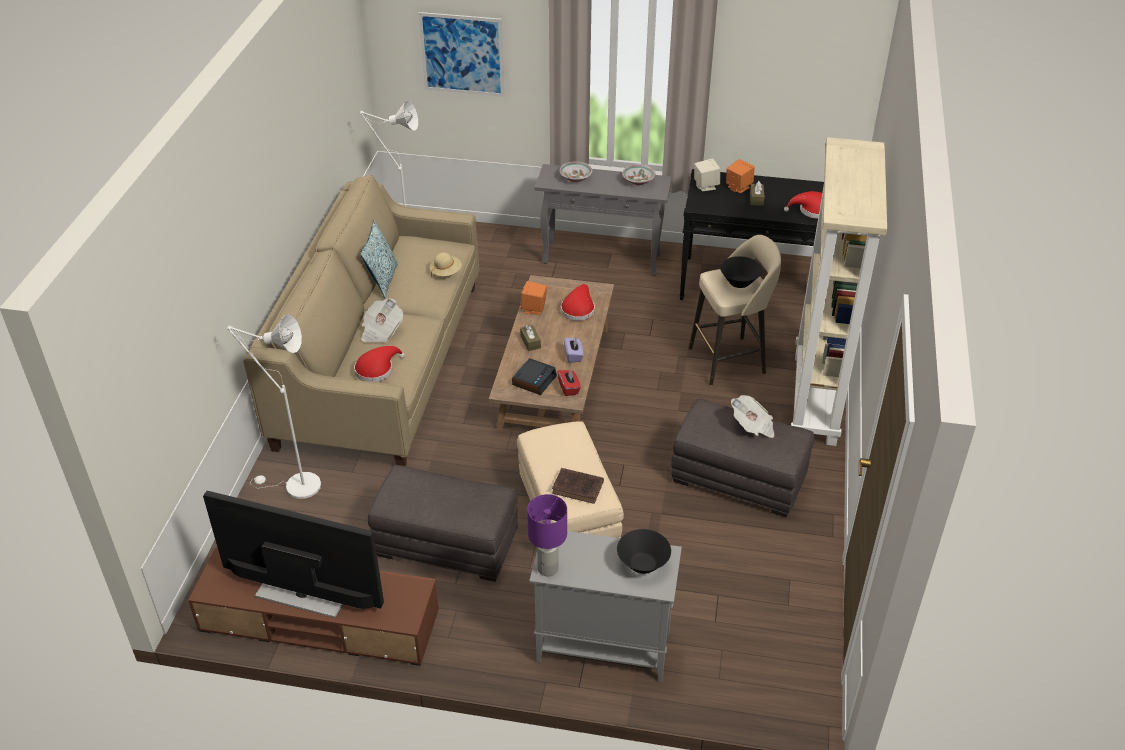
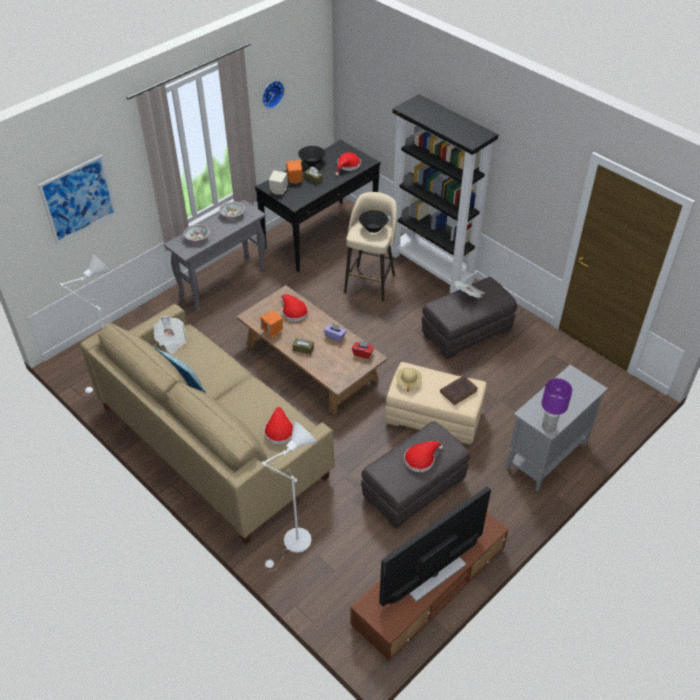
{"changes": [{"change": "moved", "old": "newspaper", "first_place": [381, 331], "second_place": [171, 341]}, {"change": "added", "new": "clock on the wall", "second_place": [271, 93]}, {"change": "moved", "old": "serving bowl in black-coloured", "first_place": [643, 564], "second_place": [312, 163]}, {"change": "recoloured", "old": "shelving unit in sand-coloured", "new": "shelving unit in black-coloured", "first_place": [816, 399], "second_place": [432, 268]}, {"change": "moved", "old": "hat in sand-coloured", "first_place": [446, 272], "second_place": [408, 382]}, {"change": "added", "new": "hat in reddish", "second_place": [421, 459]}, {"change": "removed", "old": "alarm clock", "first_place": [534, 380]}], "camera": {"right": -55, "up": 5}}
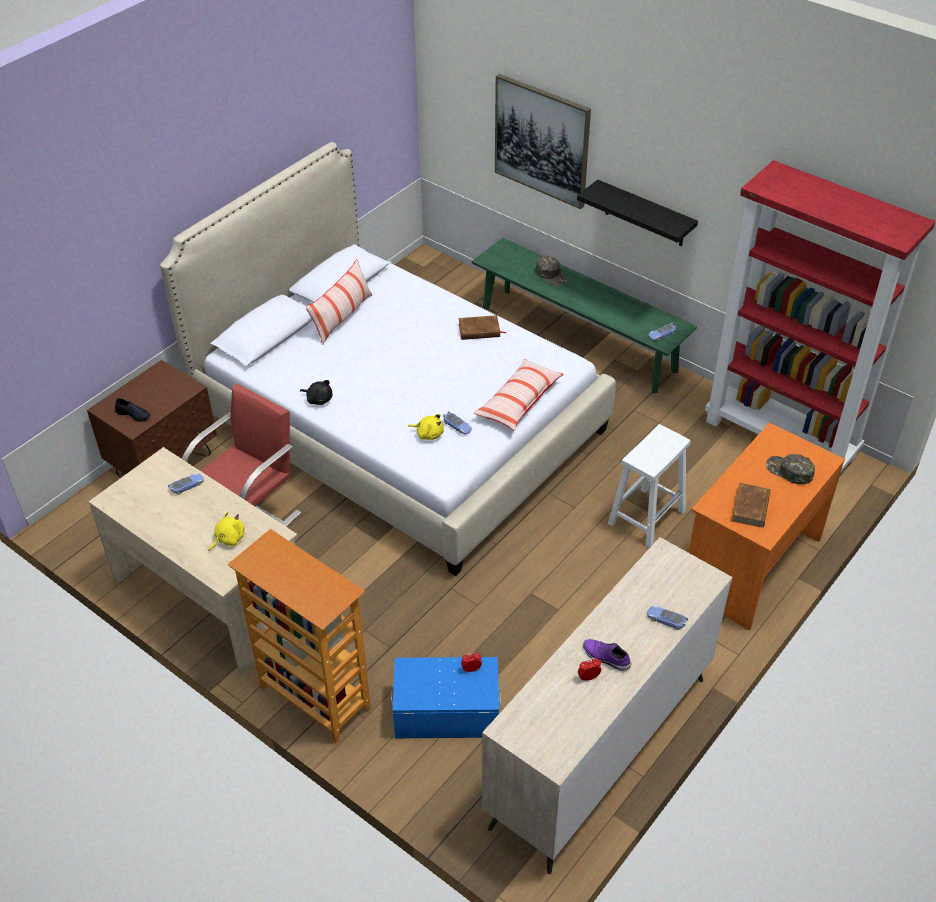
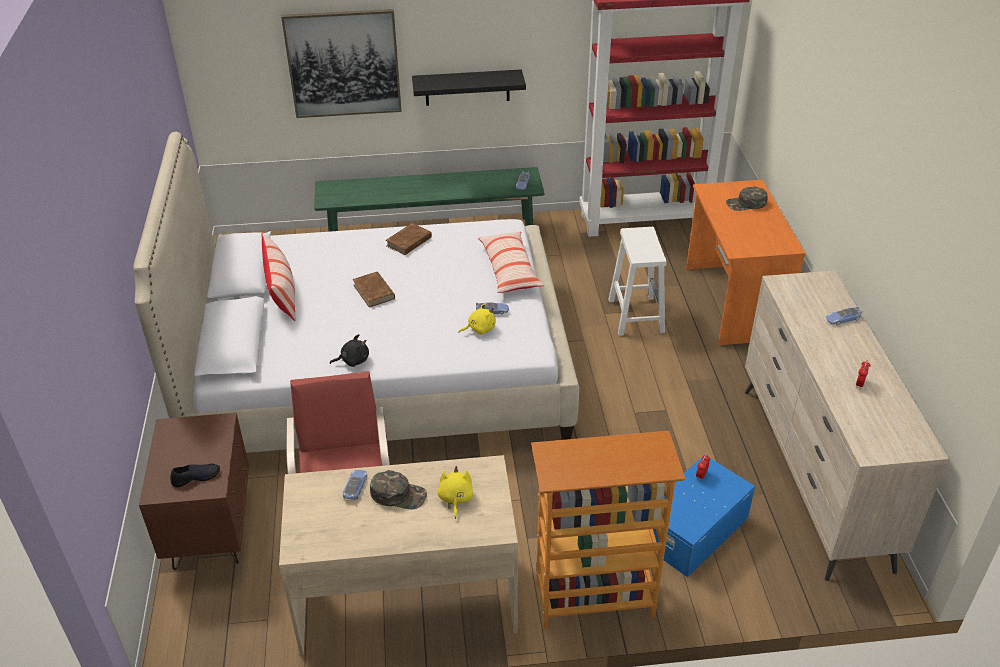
{"changes": [{"change": "moved", "old": "bound book in brown-coloured", "first_place": [751, 507], "second_place": [374, 291]}, {"change": "moved", "old": "cap in greenish", "first_place": [551, 275], "second_place": [398, 494]}, {"change": "removed", "old": "shoe in purple", "first_place": [605, 658]}], "camera": {"right": -45, "up": -5}}
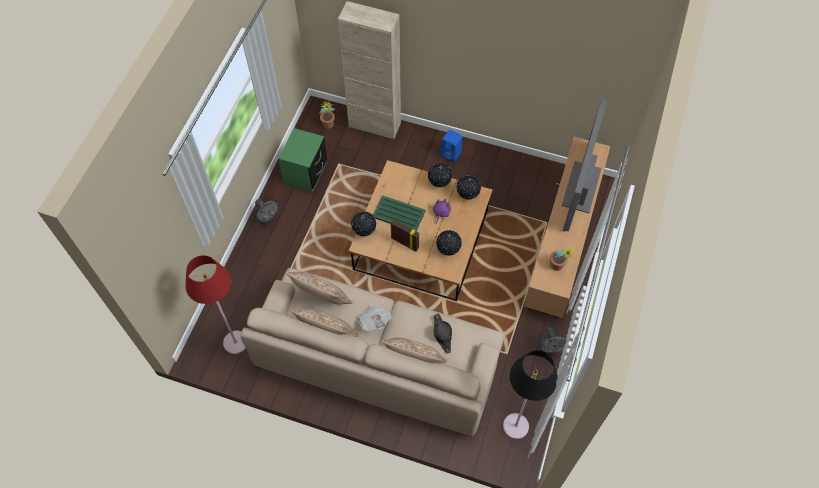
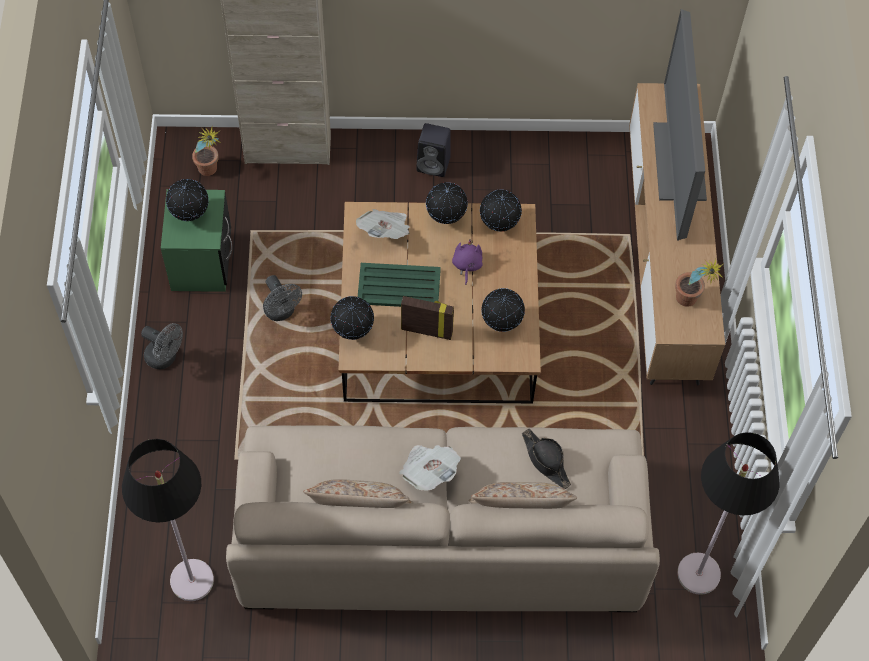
{"changes": [{"change": "recoloured", "old": "floor lamp in reddish", "new": "floor lamp in black-coloured", "first_place": [235, 342], "second_place": [191, 580]}, {"change": "added", "new": "desk globe", "second_place": [190, 215]}, {"change": "moved", "old": "electric fan in gray", "first_place": [549, 348], "second_place": [281, 312]}, {"change": "added", "new": "newspaper", "second_place": [385, 231]}, {"change": "recoloured", "old": "audio speaker in bluish", "new": "audio speaker in black-coloured", "first_place": [451, 154], "second_place": [434, 164]}, {"change": "removed", "old": "throw pillow in sand-coloured", "first_place": [322, 299]}], "camera": {"right": -20, "up": 0}}
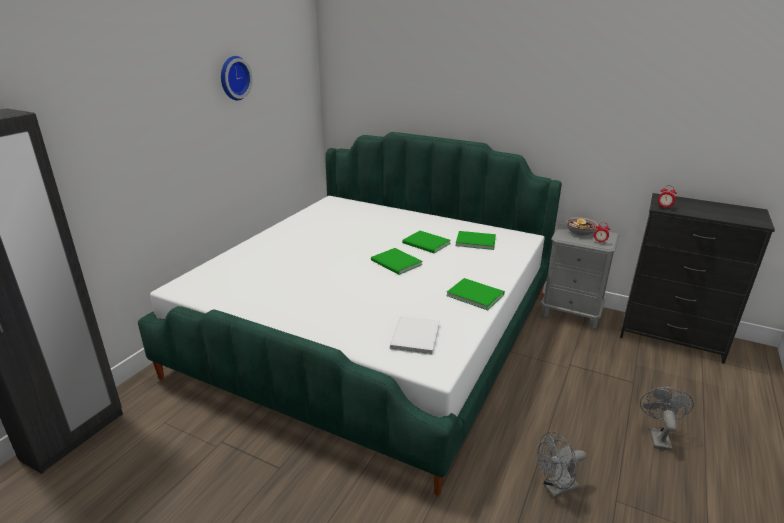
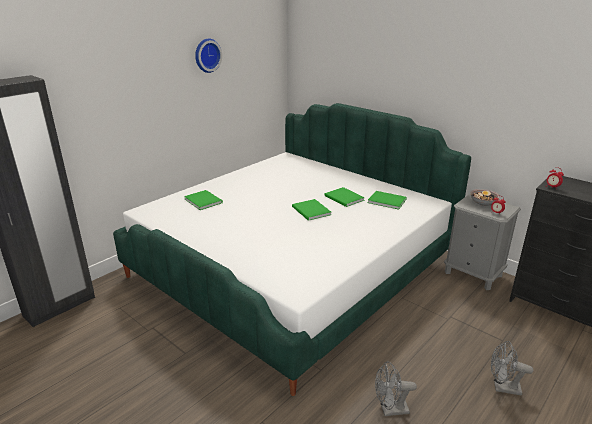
{"changes": [{"change": "moved", "old": "bound book in greenish", "first_place": [474, 294], "second_place": [203, 200]}, {"change": "turned", "old": "electric fan in gray", "first_place": [658, 436], "second_place": [502, 388], "degrees": -105}, {"change": "removed", "old": "bound book in whitish", "first_place": [413, 337]}], "camera": {"right": 15, "up": 0}}
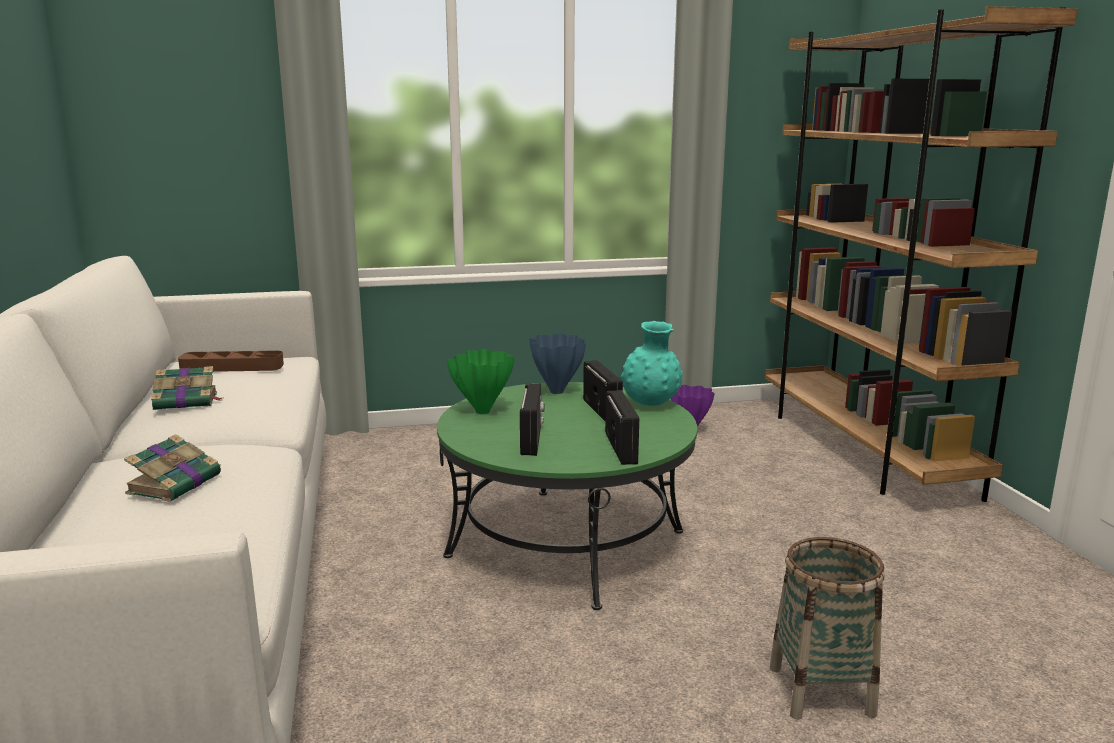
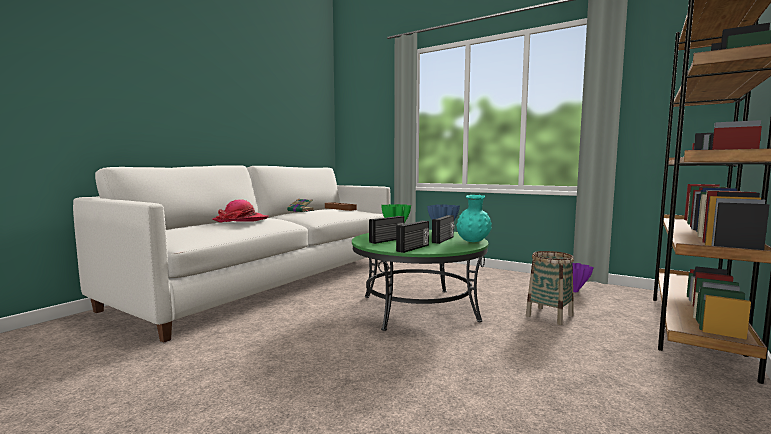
{"changes": [{"change": "replaced", "old": "bound book", "new": "hat", "first_place": [176, 483], "second_place": [241, 220]}, {"change": "moved", "old": "basket", "first_place": [821, 690], "second_place": [549, 315]}], "camera": {"right": 45, "up": -10}}
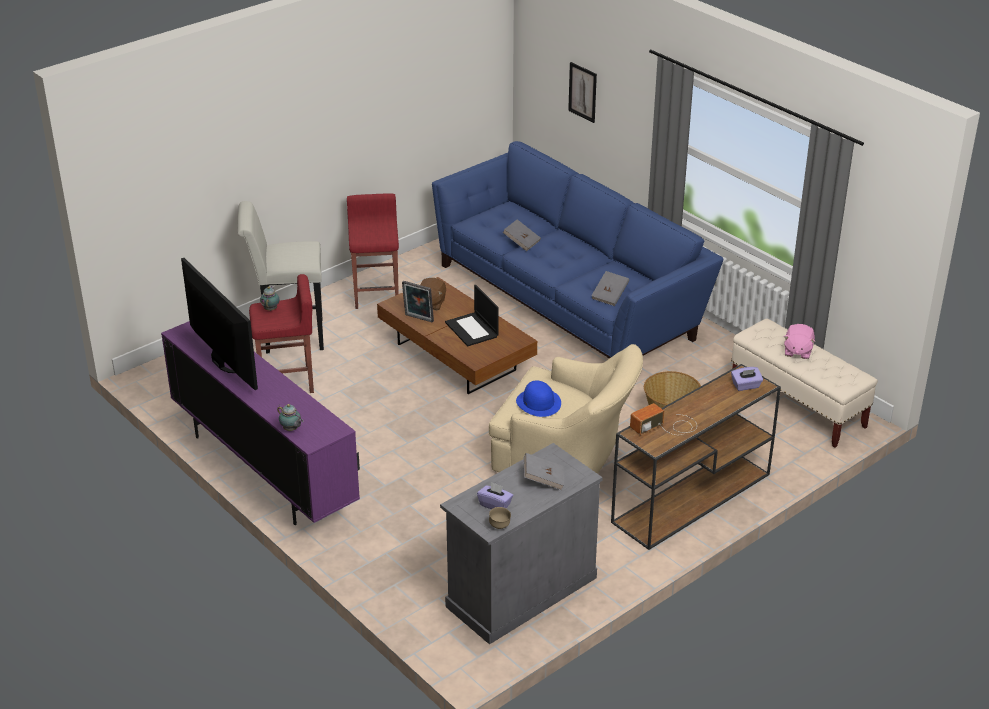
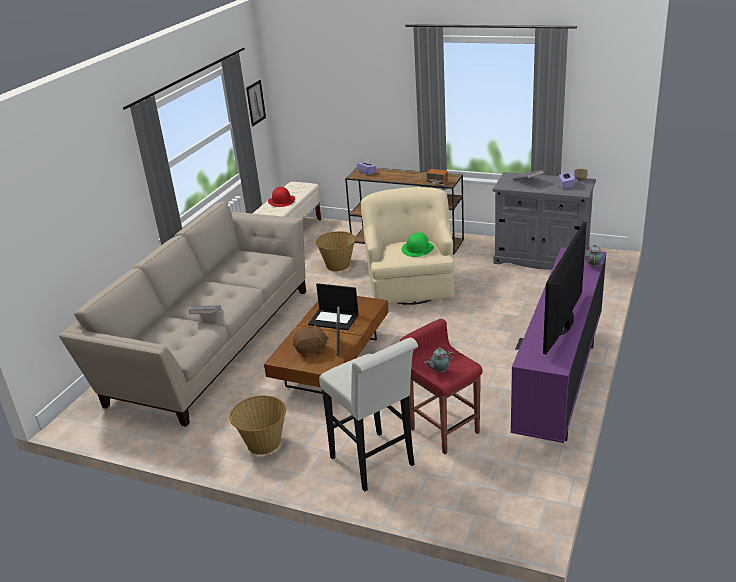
{"changes": [{"change": "recoloured", "old": "settee in bluish", "new": "settee in sand-coloured", "first_place": [570, 299], "second_place": [209, 342]}, {"change": "replaced", "old": "sitting stool in reddish", "new": "basket", "first_place": [376, 294], "second_place": [263, 443]}, {"change": "moved", "old": "wall art", "first_place": [582, 92], "second_place": [255, 103]}, {"change": "replaced", "old": "plush toy in pinkish", "new": "hat in reddish", "first_place": [797, 351], "second_place": [281, 201]}, {"change": "turned", "old": "laptop", "first_place": [472, 330], "second_place": [334, 319], "degrees": 75}, {"change": "recoloured", "old": "hat in bluish", "new": "hat in greenish", "first_place": [538, 403], "second_place": [417, 249]}, {"change": "removed", "old": "bound book in gray", "first_place": [610, 296]}], "camera": {"right": -115, "up": -5}}
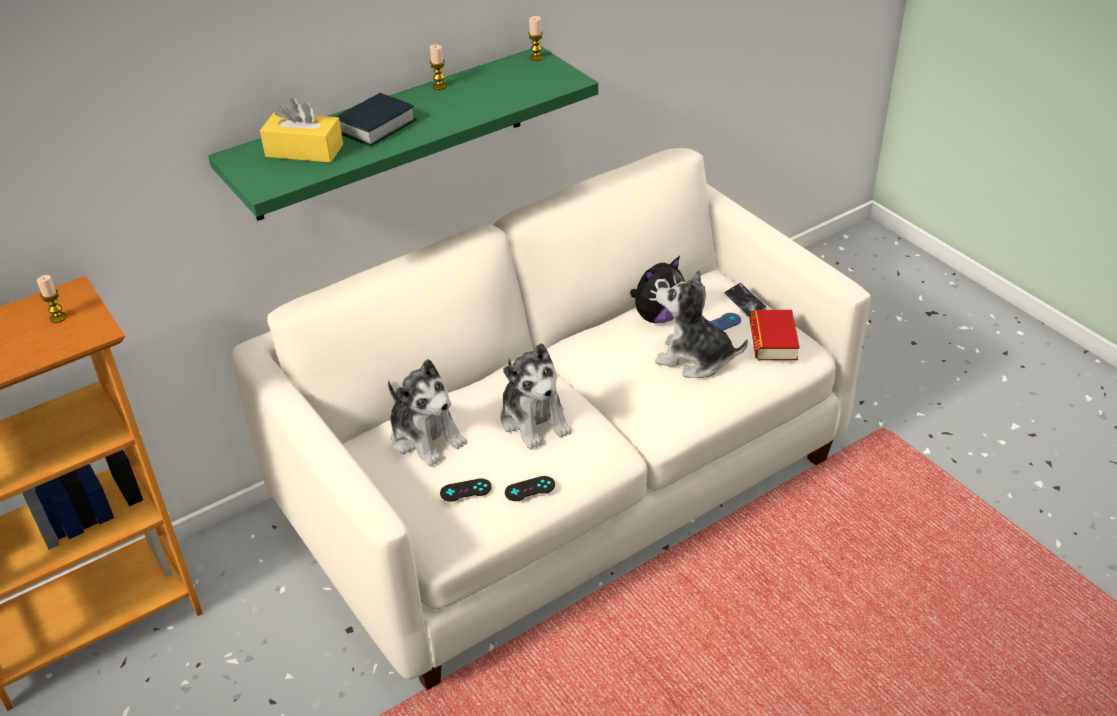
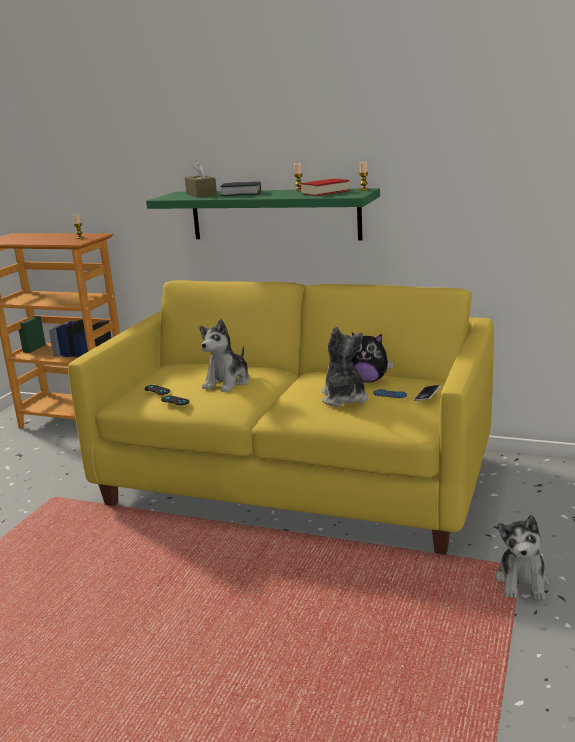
{"changes": [{"change": "recoloured", "old": "settee in whitish", "new": "settee in yellowish", "first_place": [563, 482], "second_place": [296, 480]}, {"change": "recoloured", "old": "tissue box in yellowish", "new": "tissue box in brown-coloured", "first_place": [304, 150], "second_place": [201, 194]}, {"change": "moved", "old": "bound book", "first_place": [773, 341], "second_place": [325, 192]}, {"change": "moved", "old": "plush toy", "first_place": [426, 437], "second_place": [522, 582]}], "camera": {"right": 55, "up": -20}}
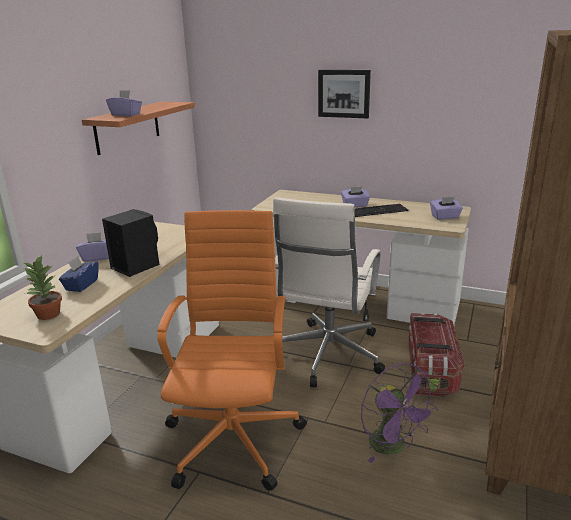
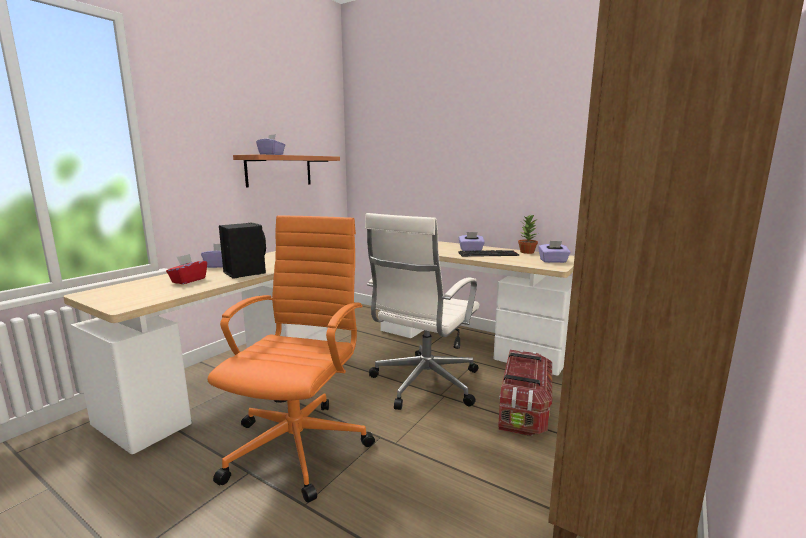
{"changes": [{"change": "recoloured", "old": "tissue box in bluish", "new": "tissue box in reddish", "first_place": [81, 285], "second_place": [188, 280]}, {"change": "moved", "old": "plant in a pot", "first_place": [48, 314], "second_place": [526, 252]}, {"change": "removed", "old": "wall art", "first_place": [344, 93]}, {"change": "removed", "old": "electric fan in purple", "first_place": [393, 447]}], "camera": {"right": 10, "up": -10}}
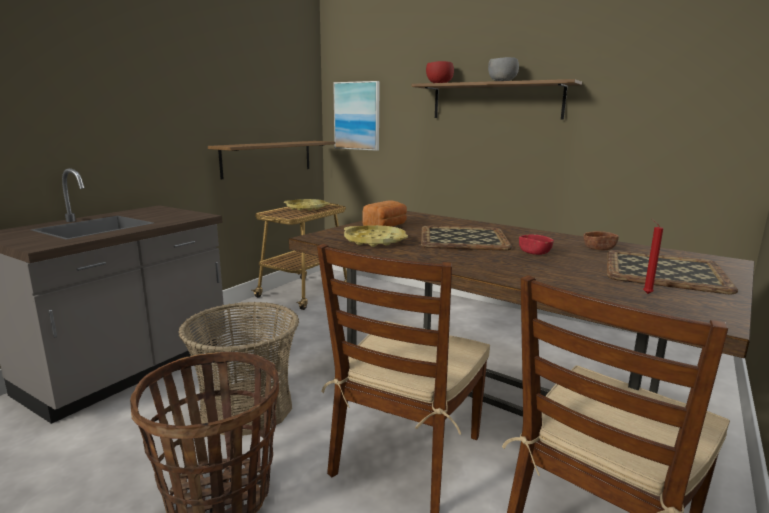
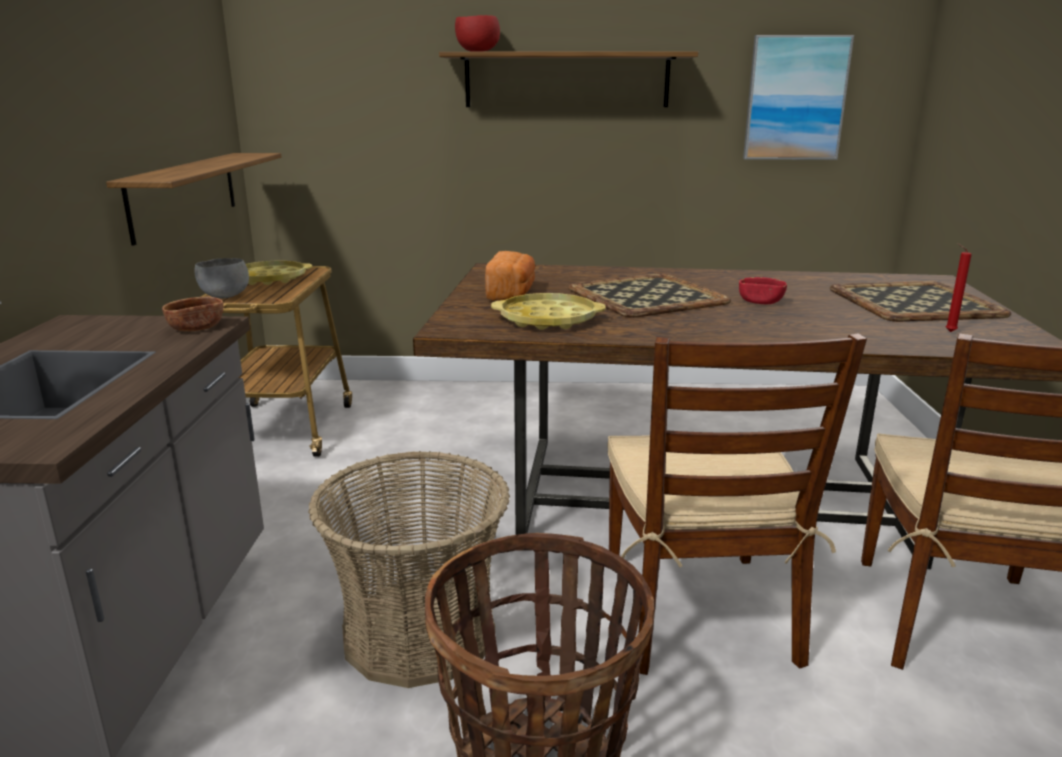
{"changes": [{"change": "moved", "old": "serving bowl in brown-coloured", "first_place": [599, 249], "second_place": [196, 328]}, {"change": "moved", "old": "serving bowl in gray", "first_place": [501, 82], "second_place": [224, 297]}, {"change": "moved", "old": "wall art", "first_place": [357, 116], "second_place": [795, 98]}], "camera": {"right": -30, "up": 5}}
